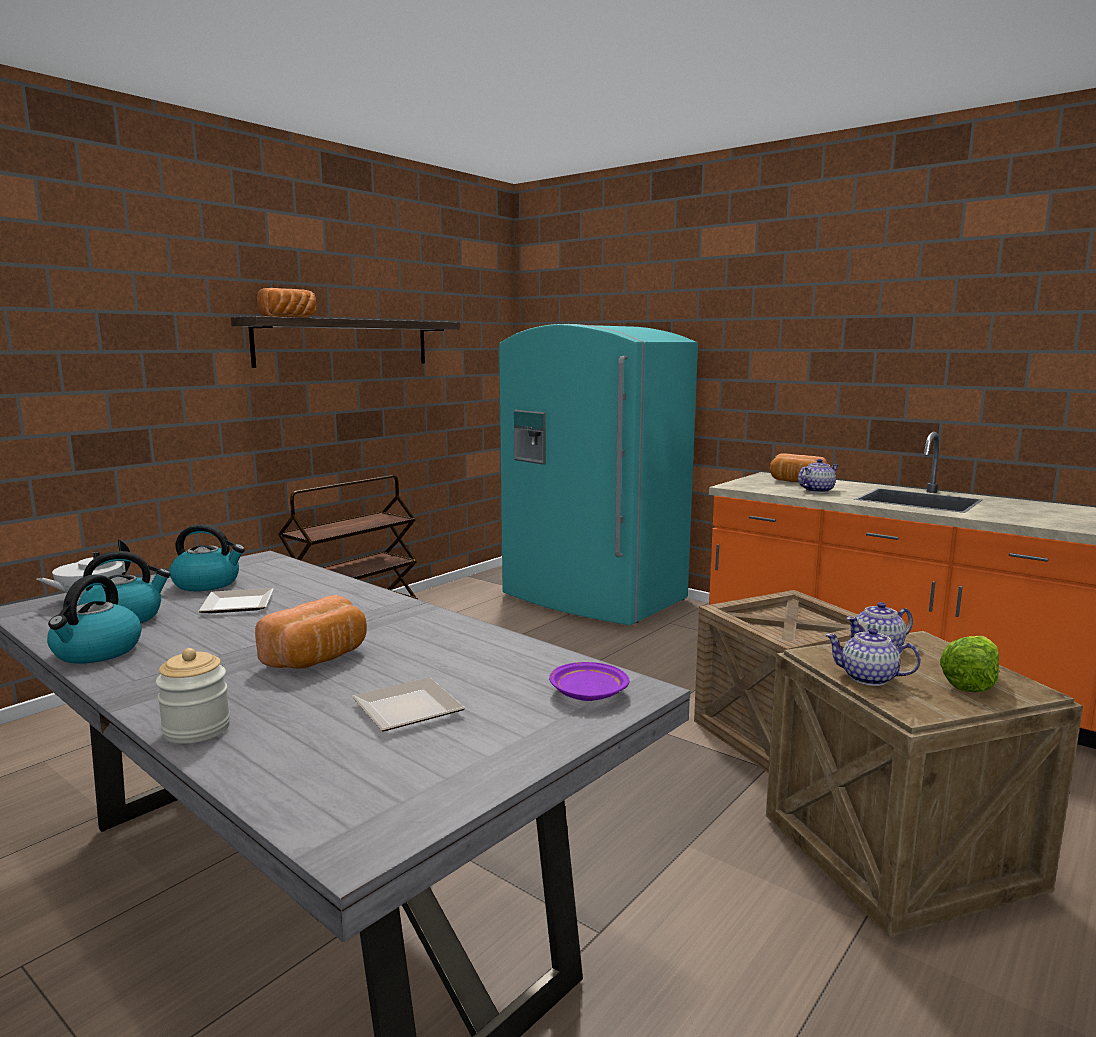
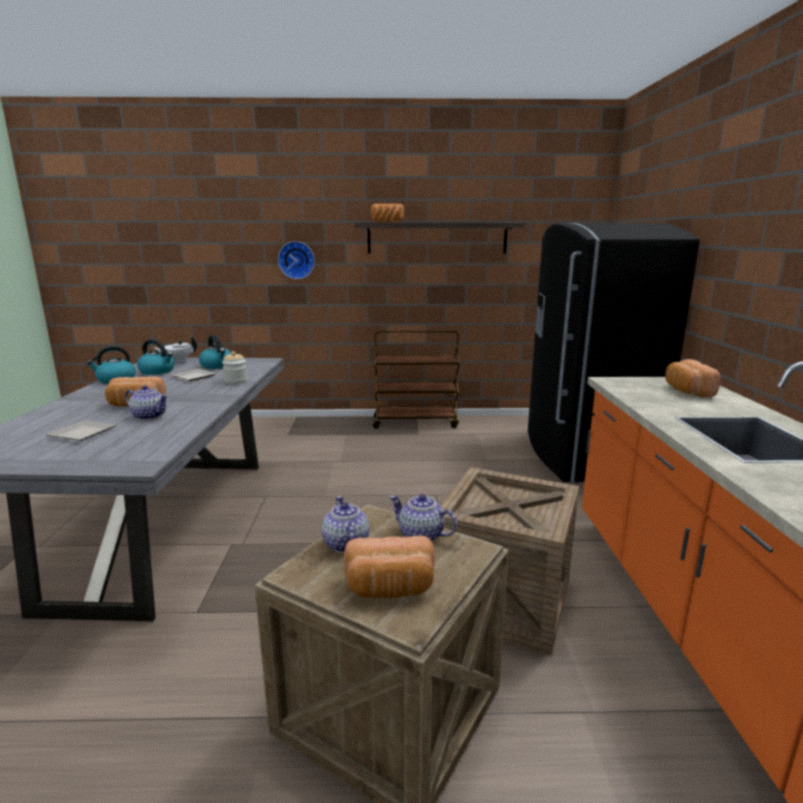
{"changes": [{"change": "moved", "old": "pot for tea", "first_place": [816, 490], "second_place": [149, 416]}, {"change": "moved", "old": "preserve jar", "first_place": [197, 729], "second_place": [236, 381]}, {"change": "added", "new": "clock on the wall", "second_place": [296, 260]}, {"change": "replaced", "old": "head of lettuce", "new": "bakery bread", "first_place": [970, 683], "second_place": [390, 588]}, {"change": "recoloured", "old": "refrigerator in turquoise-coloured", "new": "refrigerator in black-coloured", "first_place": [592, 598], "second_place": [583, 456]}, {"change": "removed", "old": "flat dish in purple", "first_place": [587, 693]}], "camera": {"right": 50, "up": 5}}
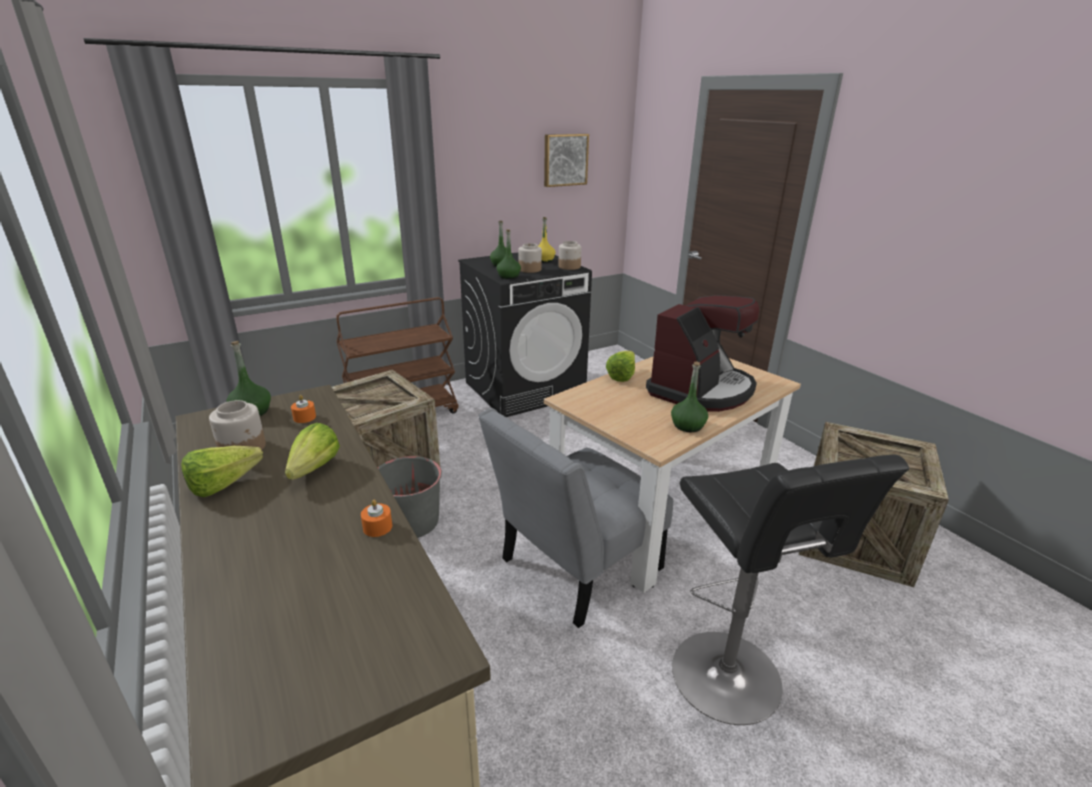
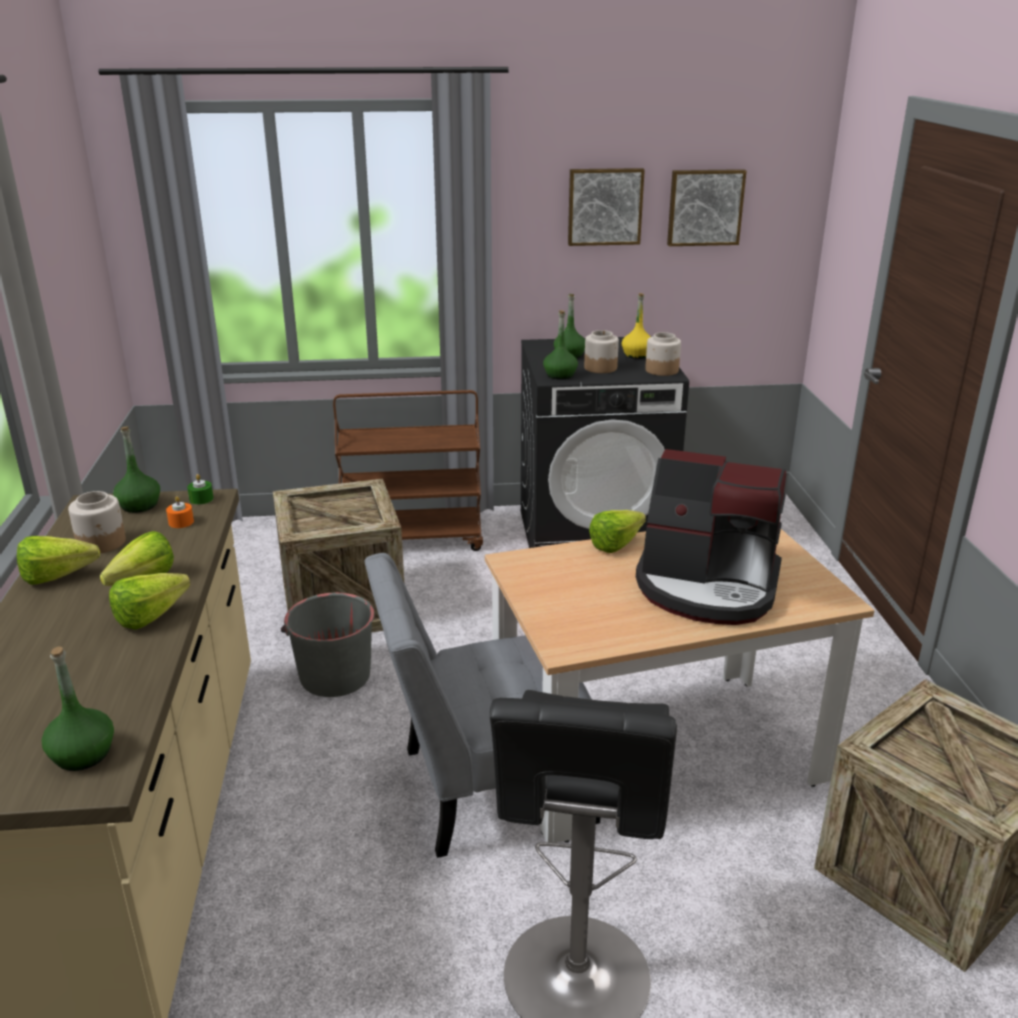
{"changes": [{"change": "moved", "old": "beverage bottle in greenish", "first_place": [688, 426], "second_place": [83, 755]}, {"change": "added", "new": "head of lettuce", "second_place": [157, 615]}, {"change": "added", "new": "wax light in greenish", "second_place": [201, 499]}, {"change": "added", "new": "wall art", "second_place": [604, 206]}, {"change": "turned", "old": "coffee machine", "first_place": [701, 390], "second_place": [707, 587], "degrees": 45}, {"change": "removed", "old": "wax light in orangey", "first_place": [377, 527]}], "camera": {"right": 25, "up": 0}}
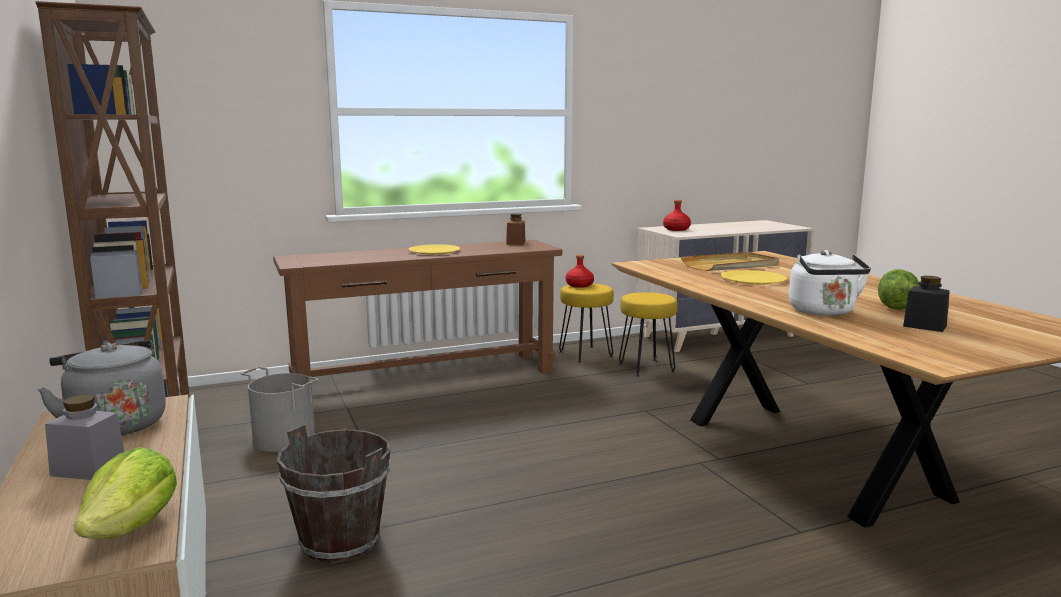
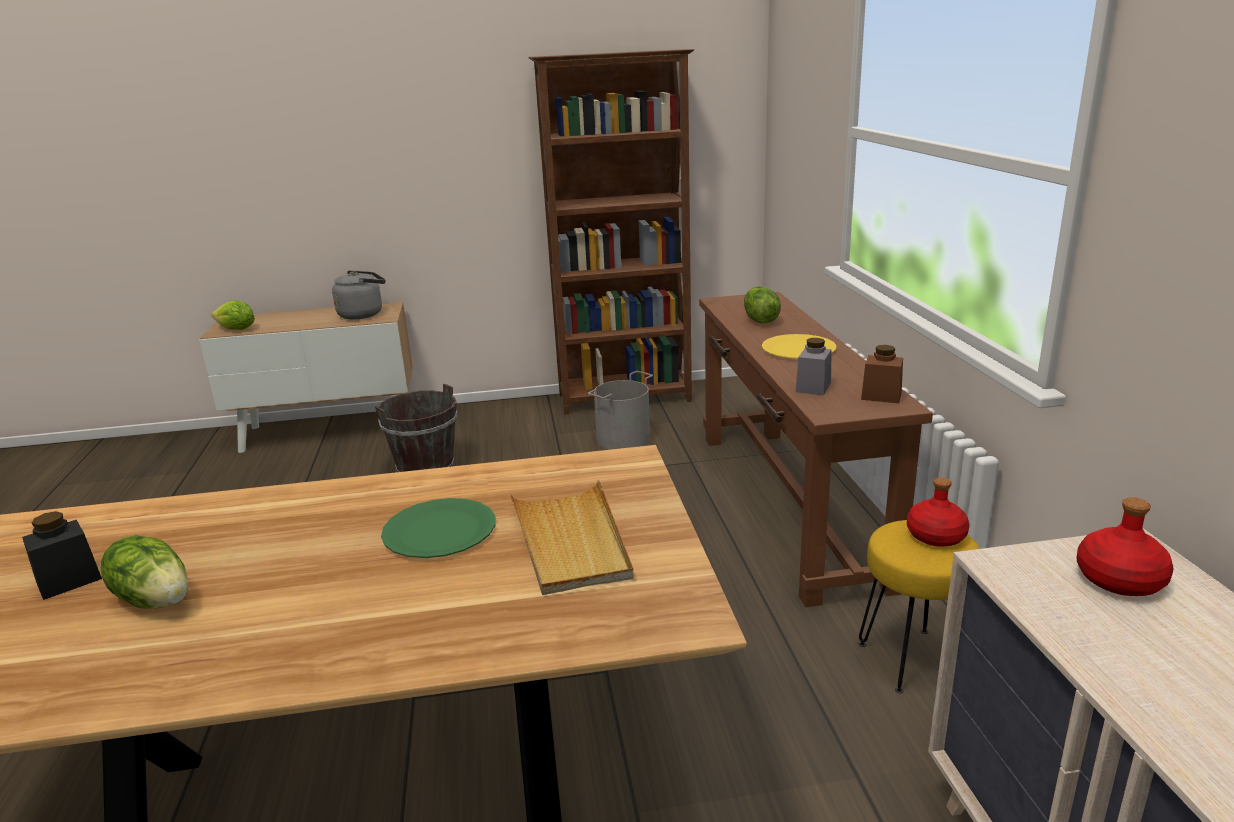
{"changes": [{"change": "recoloured", "old": "flat dish in yellowish", "new": "flat dish in greenish", "first_place": [753, 279], "second_place": [439, 531]}, {"change": "added", "new": "head of lettuce", "second_place": [759, 320]}, {"change": "moved", "old": "preserve jar in gray", "first_place": [89, 469], "second_place": [813, 387]}, {"change": "removed", "old": "sitting stool in yellowish", "first_place": [646, 367]}, {"change": "removed", "old": "tea kettle in whitish", "first_place": [824, 312]}], "camera": {"right": 105, "up": 10}}
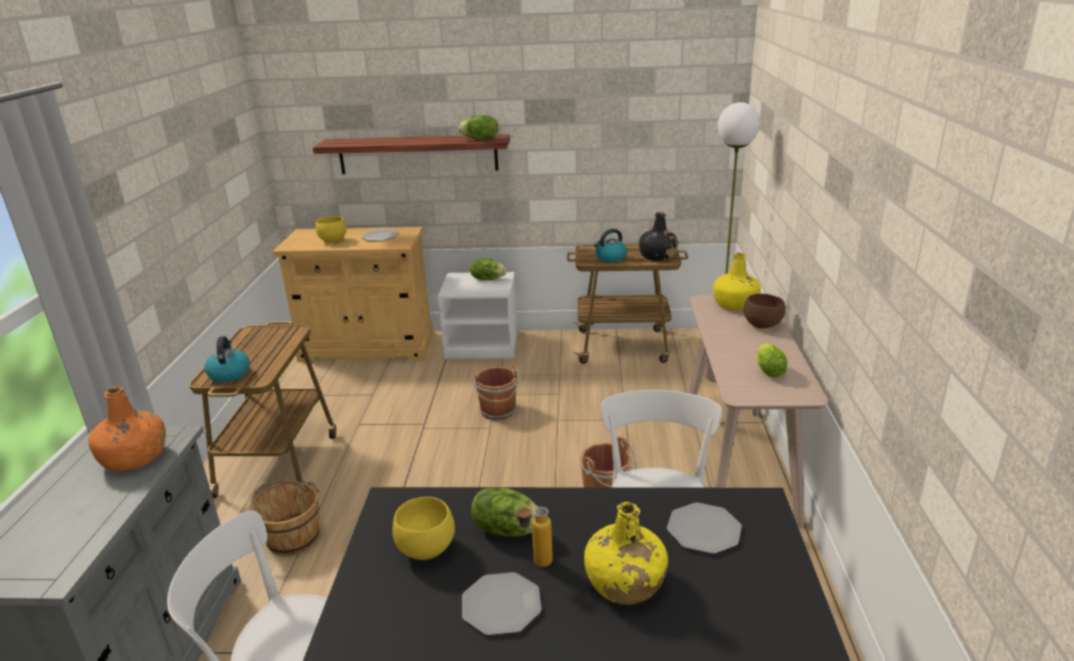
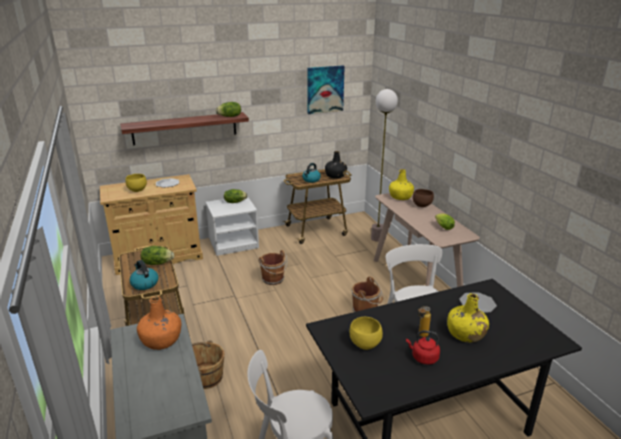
{"changes": [{"change": "moved", "old": "head of lettuce", "first_place": [507, 529], "second_place": [157, 263]}, {"change": "added", "new": "wall art", "second_place": [325, 89]}, {"change": "replaced", "old": "flat dish", "new": "tea kettle in reddish", "first_place": [501, 605], "second_place": [423, 358]}], "camera": {"right": -25, "up": 0}}
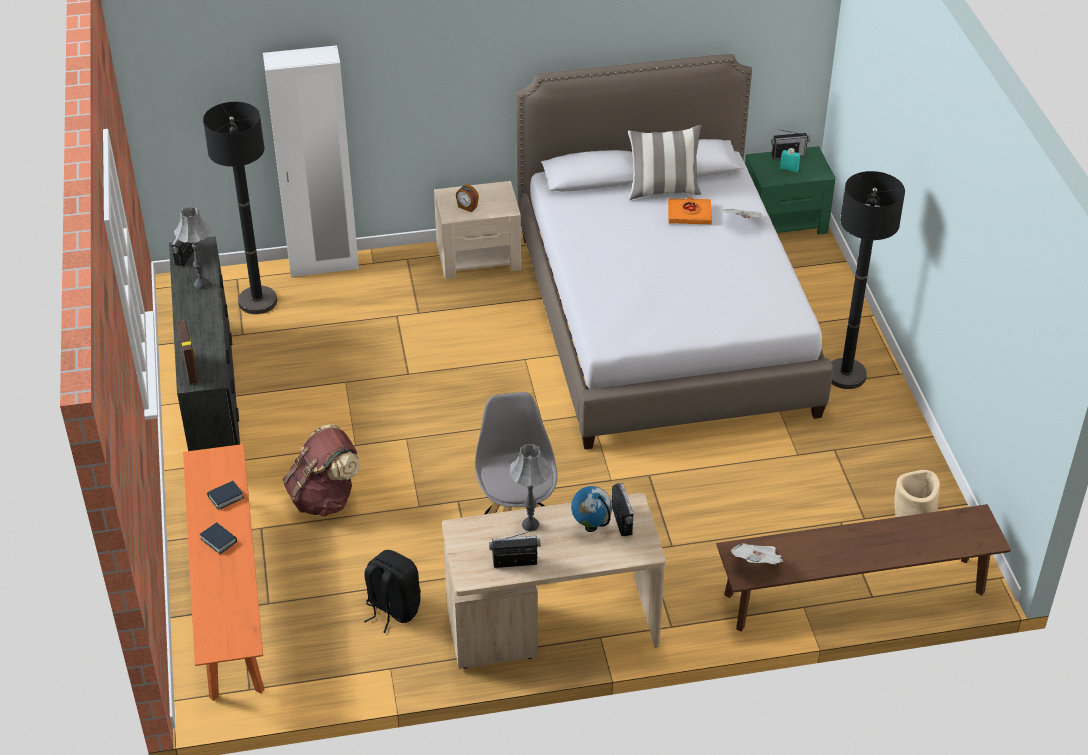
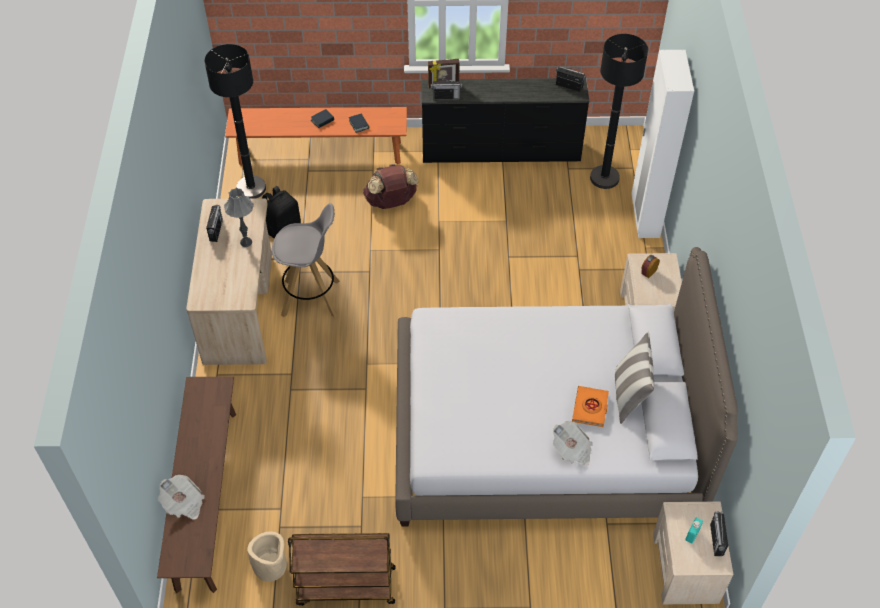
{"changes": [{"change": "moved", "old": "newspaper", "first_place": [757, 563], "second_place": [183, 503]}, {"change": "moved", "old": "floor lamp in black-coloured", "first_place": [845, 375], "second_place": [251, 188]}, {"change": "added", "new": "trolley in brown-coloured", "second_place": [345, 586]}, {"change": "moved", "old": "radio set", "first_place": [621, 520], "second_place": [446, 97]}, {"change": "recoloured", "old": "nightstand in greenish", "new": "nightstand in sand-coloured", "first_place": [784, 221], "second_place": [685, 568]}, {"change": "removed", "old": "table lamp in gray", "first_place": [202, 284]}, {"change": "removed", "old": "desk globe", "first_place": [591, 527]}], "camera": {"right": 100, "up": 10}}
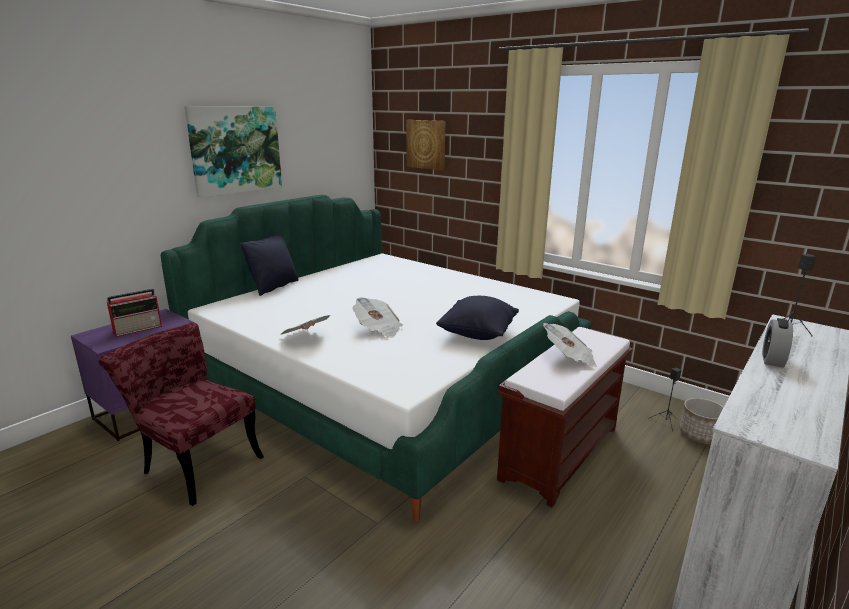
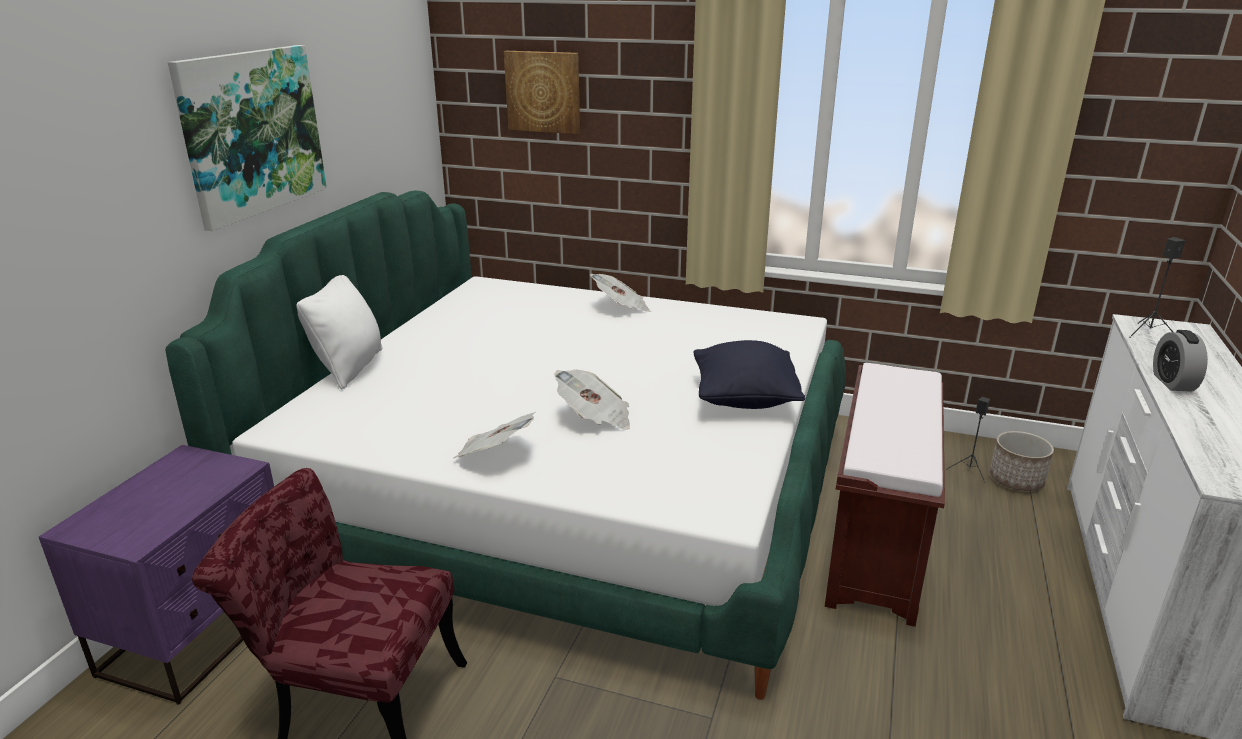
{"changes": [{"change": "recoloured", "old": "throw pillow in black-coloured", "new": "throw pillow in whitish", "first_place": [274, 287], "second_place": [350, 368]}, {"change": "moved", "old": "newspaper", "first_place": [569, 358], "second_place": [621, 308]}, {"change": "removed", "old": "radio set", "first_place": [139, 329]}], "camera": {"right": -20, "up": 5}}
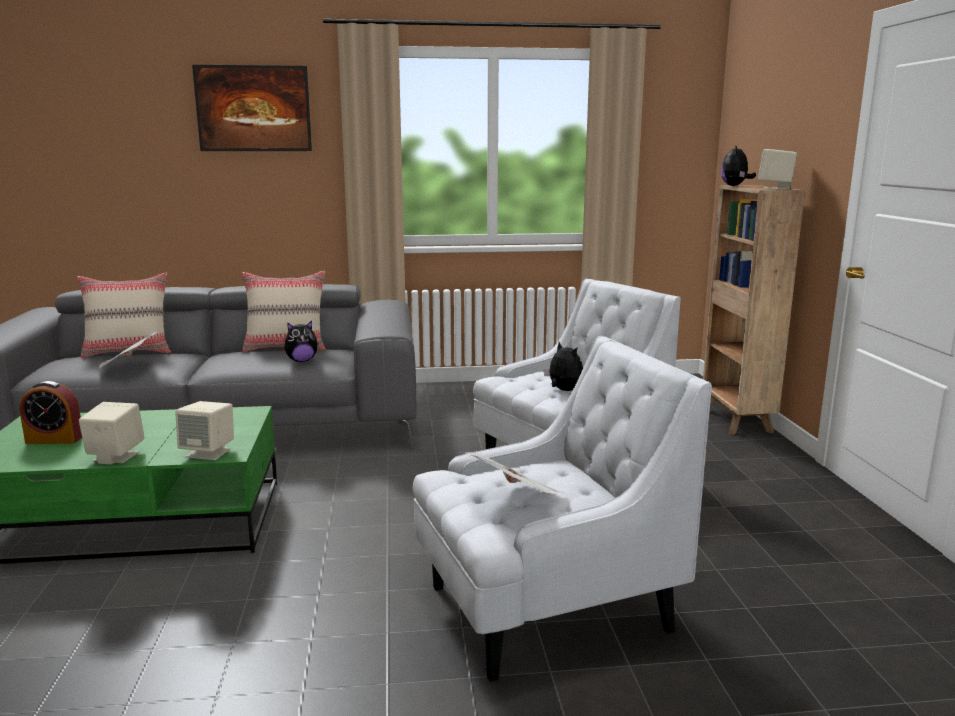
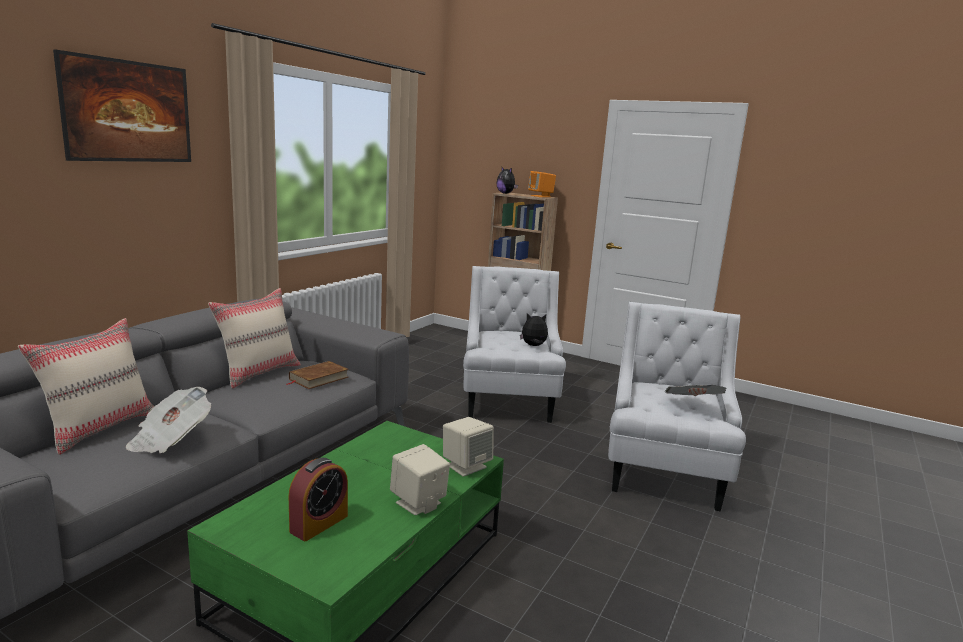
{"changes": [{"change": "replaced", "old": "plush toy", "new": "bound book in brown-coloured", "first_place": [301, 360], "second_place": [318, 378]}, {"change": "recoloured", "old": "audio speaker in sand-coloured", "new": "audio speaker in orangey", "first_place": [775, 188], "second_place": [541, 196]}], "camera": {"right": -55, "up": 0}}
